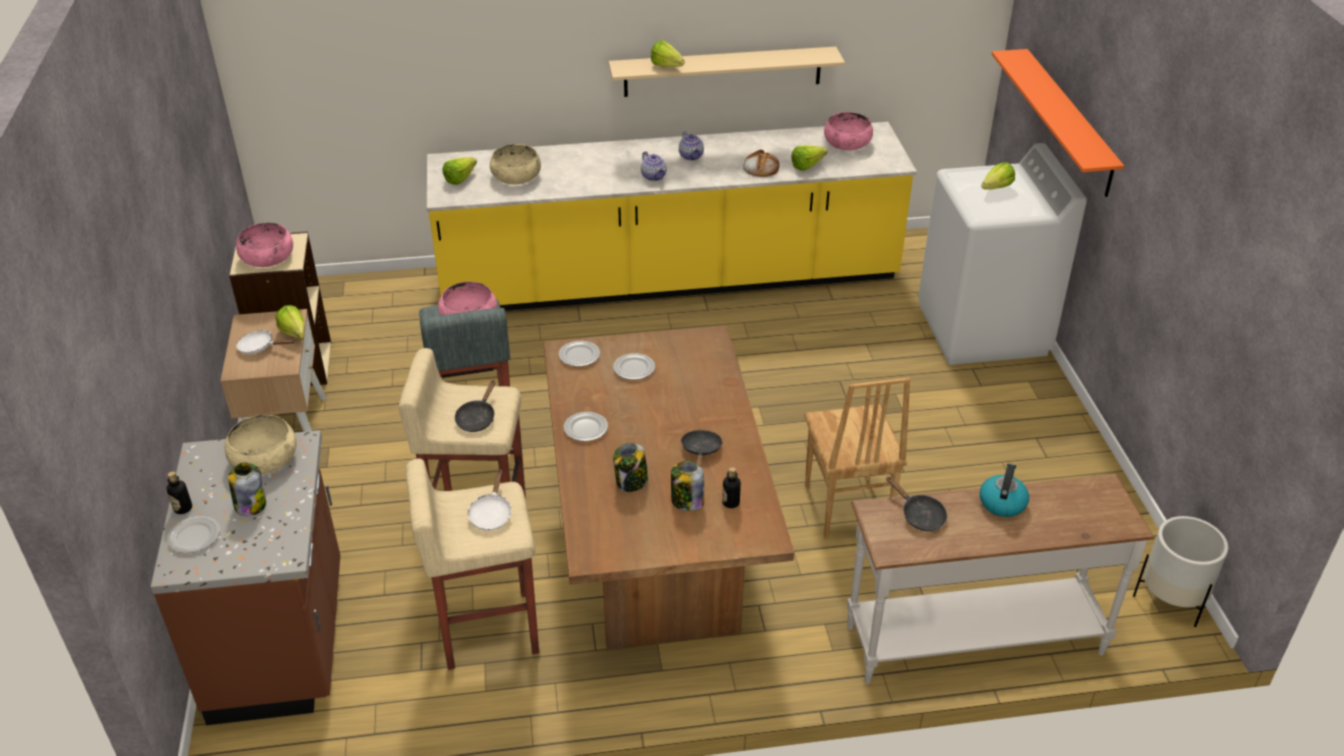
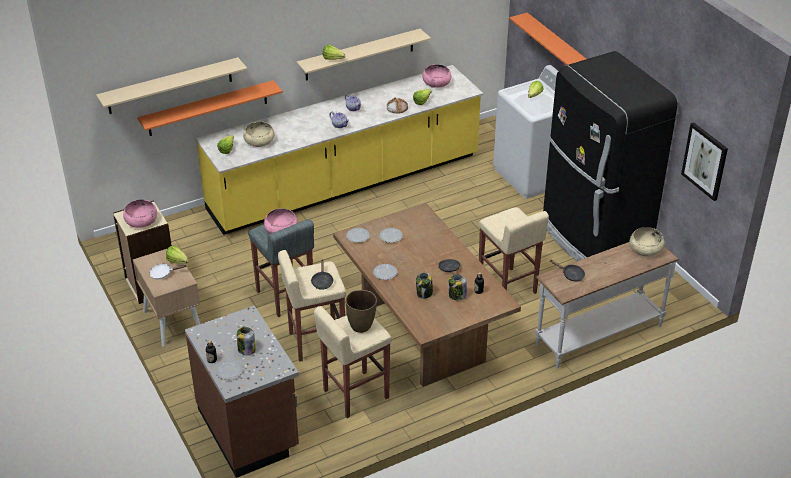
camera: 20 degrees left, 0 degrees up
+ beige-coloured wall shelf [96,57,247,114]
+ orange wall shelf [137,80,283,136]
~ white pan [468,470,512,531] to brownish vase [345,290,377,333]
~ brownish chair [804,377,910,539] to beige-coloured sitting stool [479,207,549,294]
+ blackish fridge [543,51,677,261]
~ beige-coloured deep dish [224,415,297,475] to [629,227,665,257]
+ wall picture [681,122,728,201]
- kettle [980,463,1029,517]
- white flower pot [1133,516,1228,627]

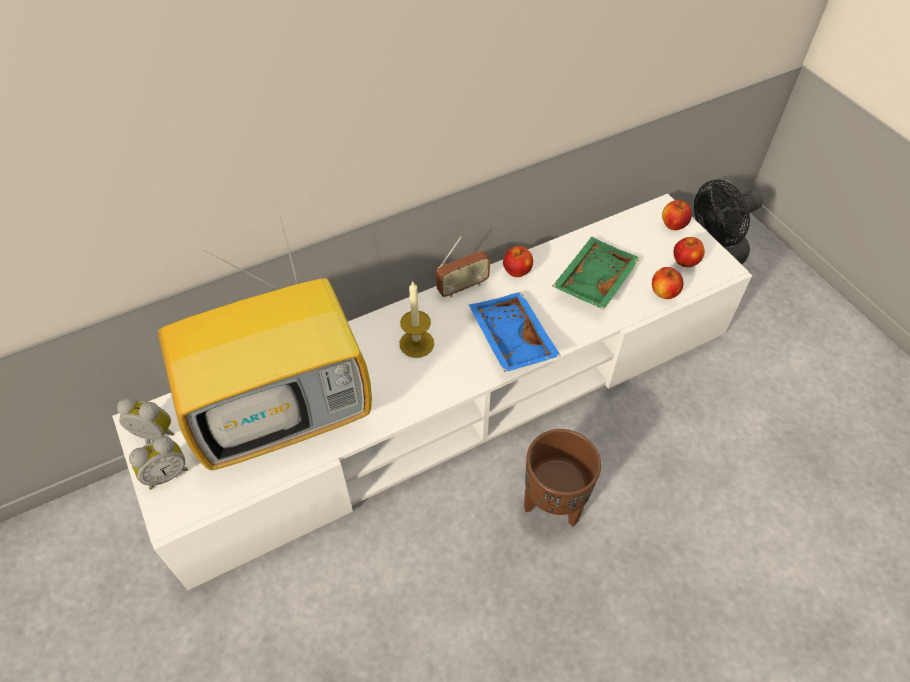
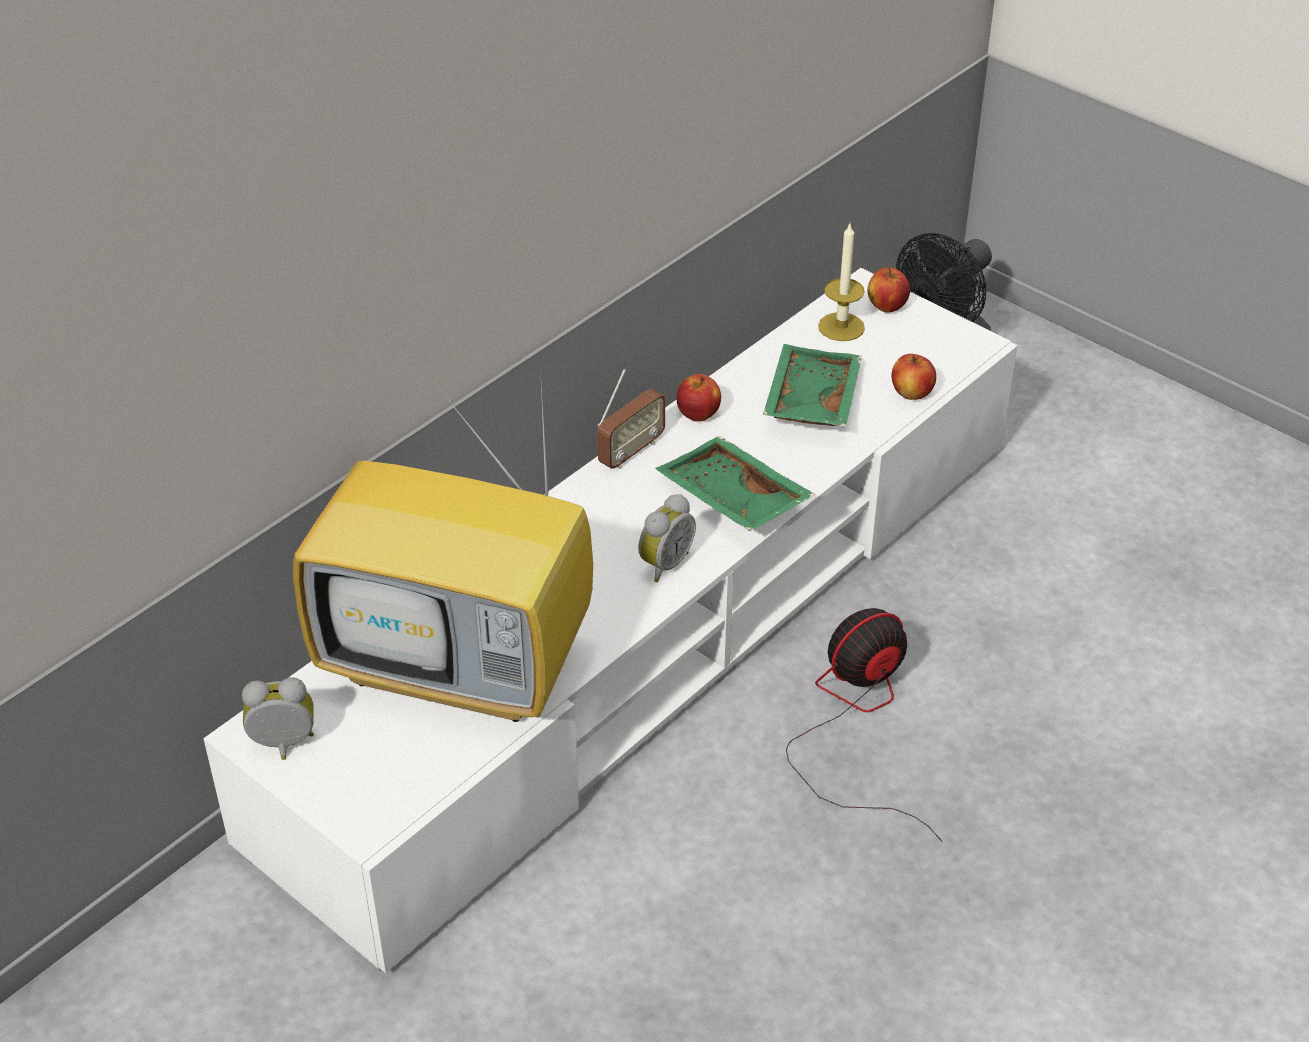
camera: 20 degrees left, 10 degrees down
~ TV [158,208,372,471] = [293,369,593,722] 60 degrees clockwise
~ bedside clock [129,436,188,490] to [638,494,696,582]
~ blue carrying tray [469,292,561,372] to greenish carrying tray [655,436,816,531]
~ brownish flower pot [524,429,601,527] to electric fan [786,608,943,842]
~ candle [400,282,434,358] to [818,224,865,341]
- whole apple [674,237,705,267]

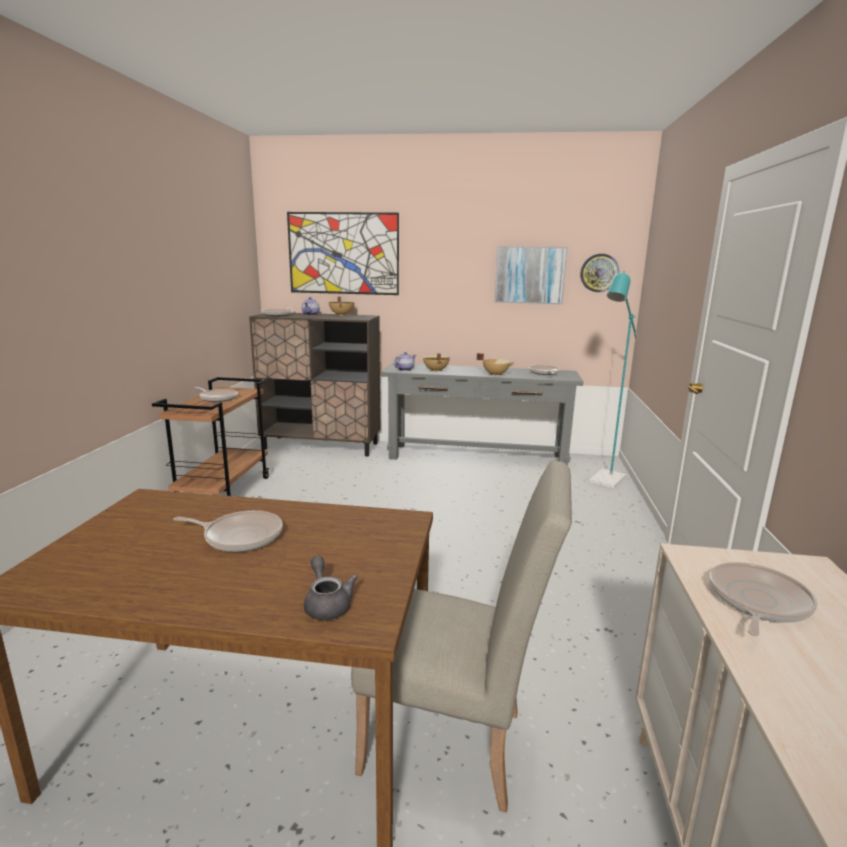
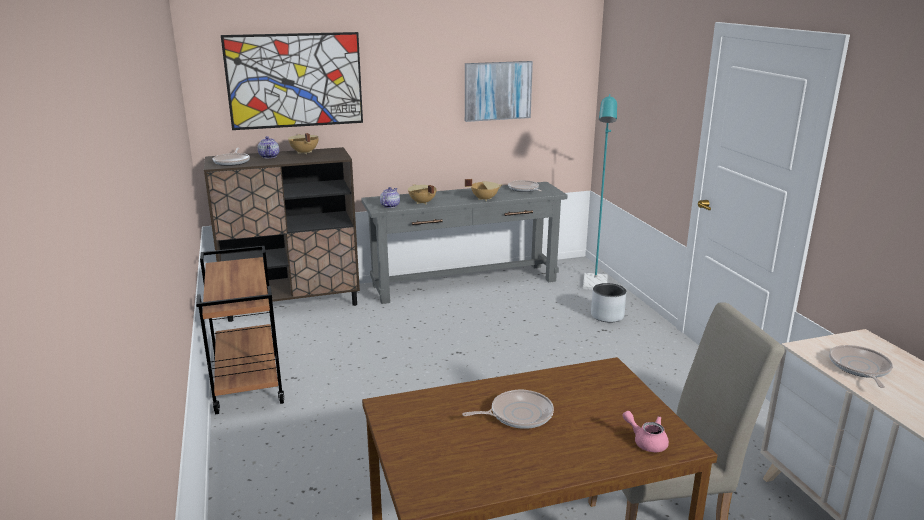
camera: 25 degrees left, 5 degrees up
+ grey flower pot [591,283,626,323]
~ grey tea pot [304,556,358,620] to pinkish tea pot [622,411,669,452]
- pan [194,387,238,402]
- clock on the wall [580,254,619,292]

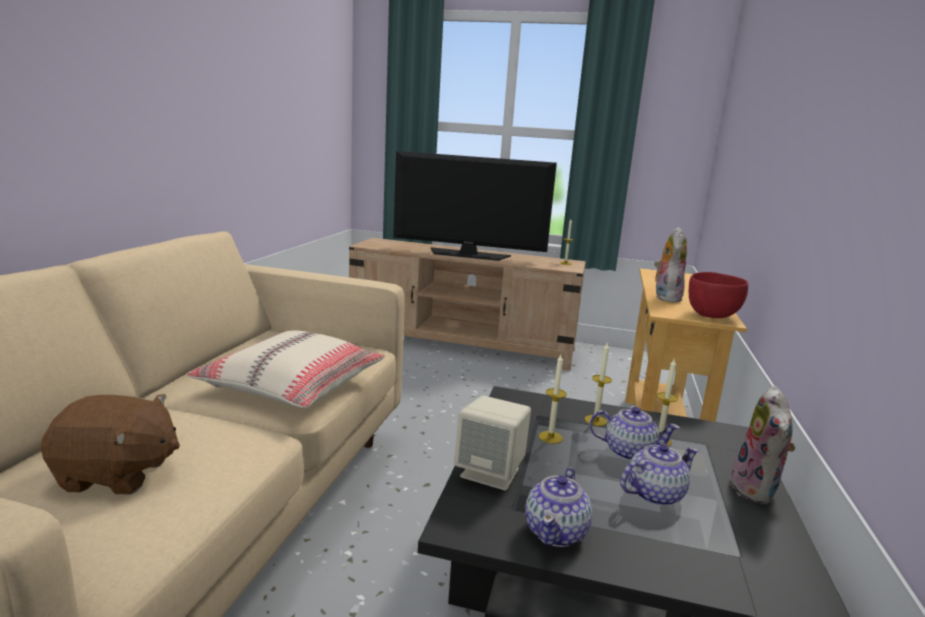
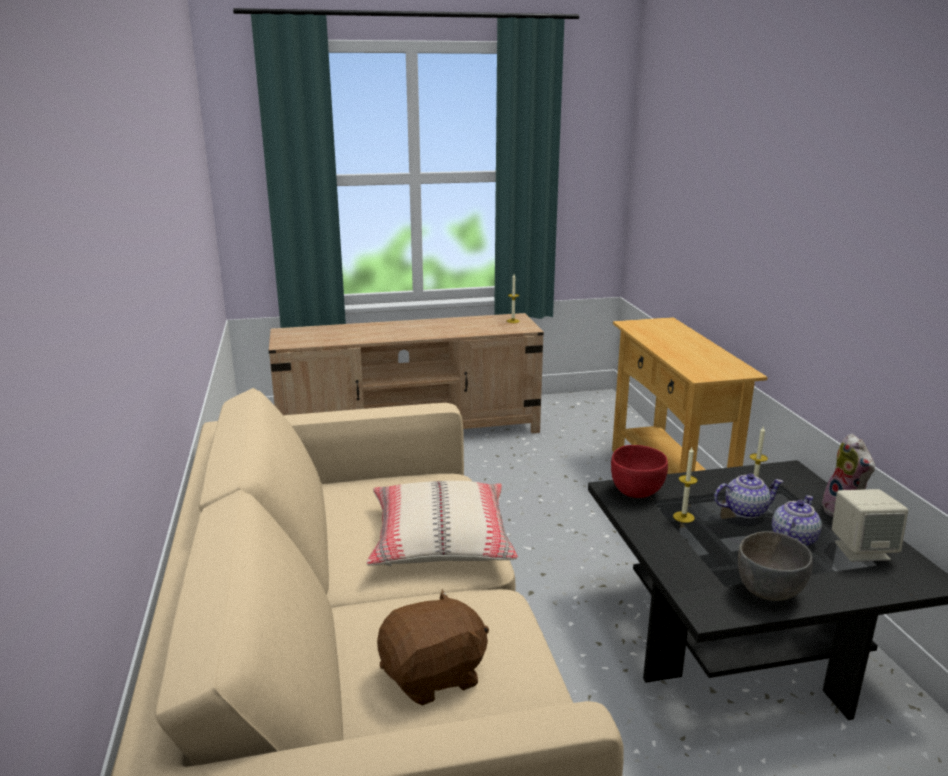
camera: 25 degrees left, 5 degrees up
~ red-coloured deep dish [689,272,748,318] to [611,445,668,498]
~ tea pot [525,467,593,547] to grey deep dish [738,531,813,601]
~ beige-coloured loudspeaker [454,396,531,491] to [832,489,908,562]
- TV [393,151,557,261]
- candle [585,343,612,426]
- soft toy [654,227,687,303]

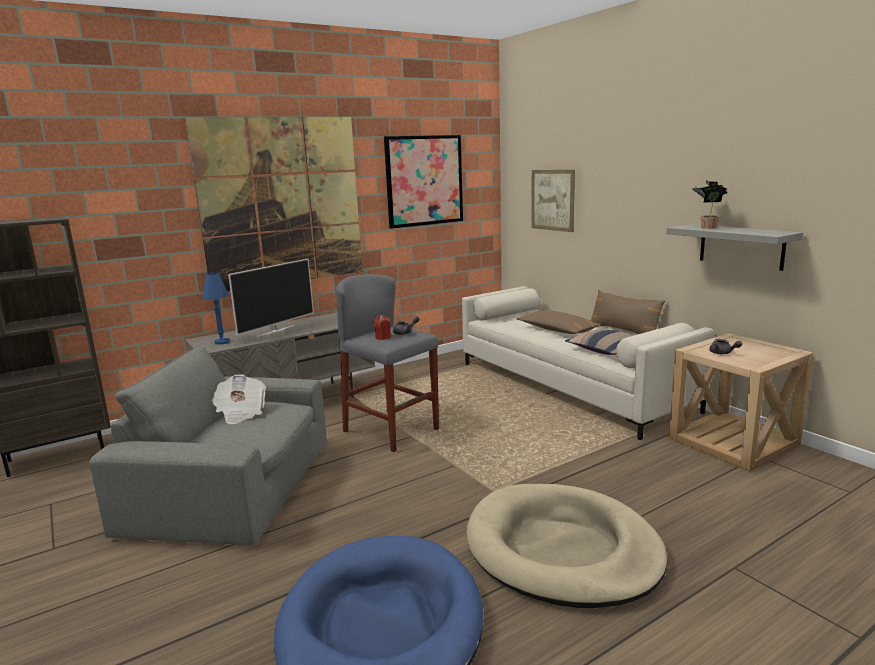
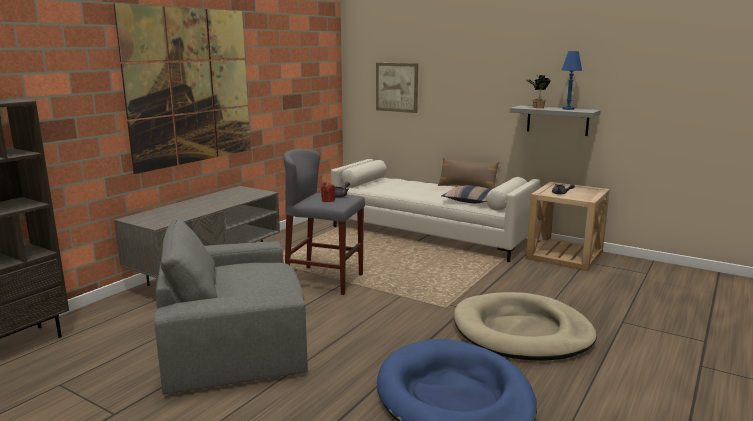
camera: 25 degrees left, 0 degrees up
~ blue tabletop lamp [202,272,230,345] to [562,51,582,110]
- printed paper [212,374,266,424]
- TV [228,259,314,337]
- wall picture [384,135,463,229]
- brownish cushion [517,310,601,334]

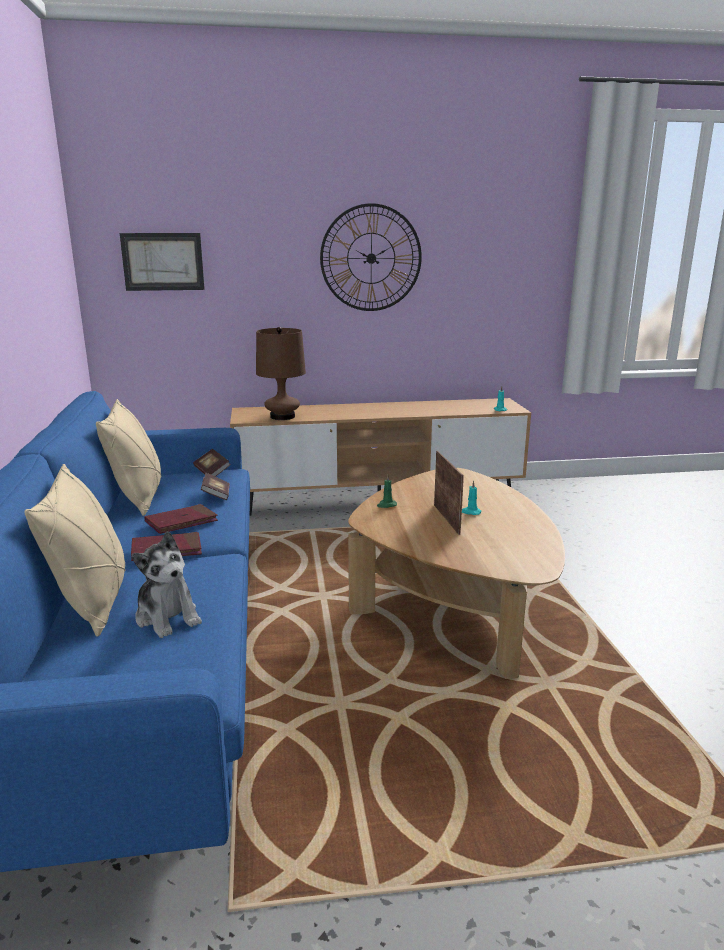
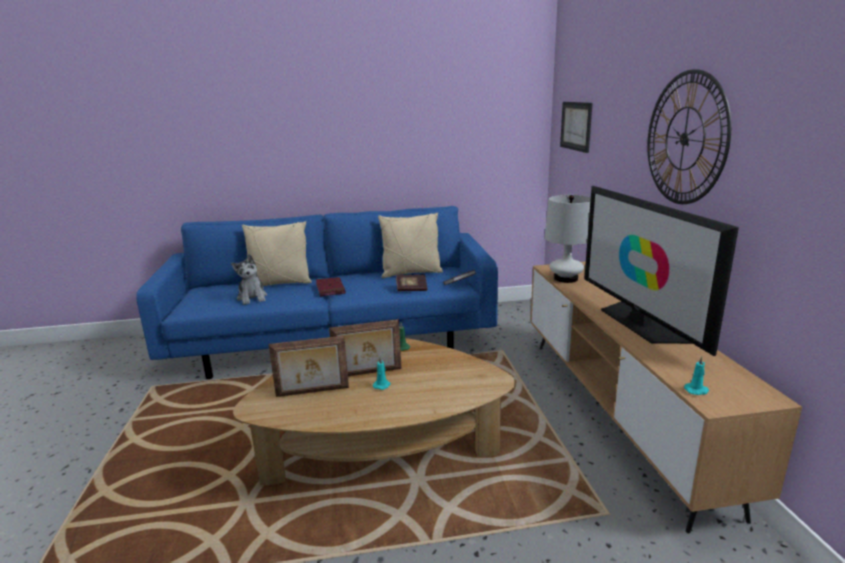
camera: 90 degrees right, 0 degrees up
~ soft toy [132,531,202,638] = [231,254,267,305] 75 degrees counterclockwise
+ photo frame [268,336,349,397]
~ brownish tabletop lamp [256,327,306,420] to white tabletop lamp [544,195,591,283]
+ TV [584,186,739,356]
- red-coloured volume [144,504,218,534]

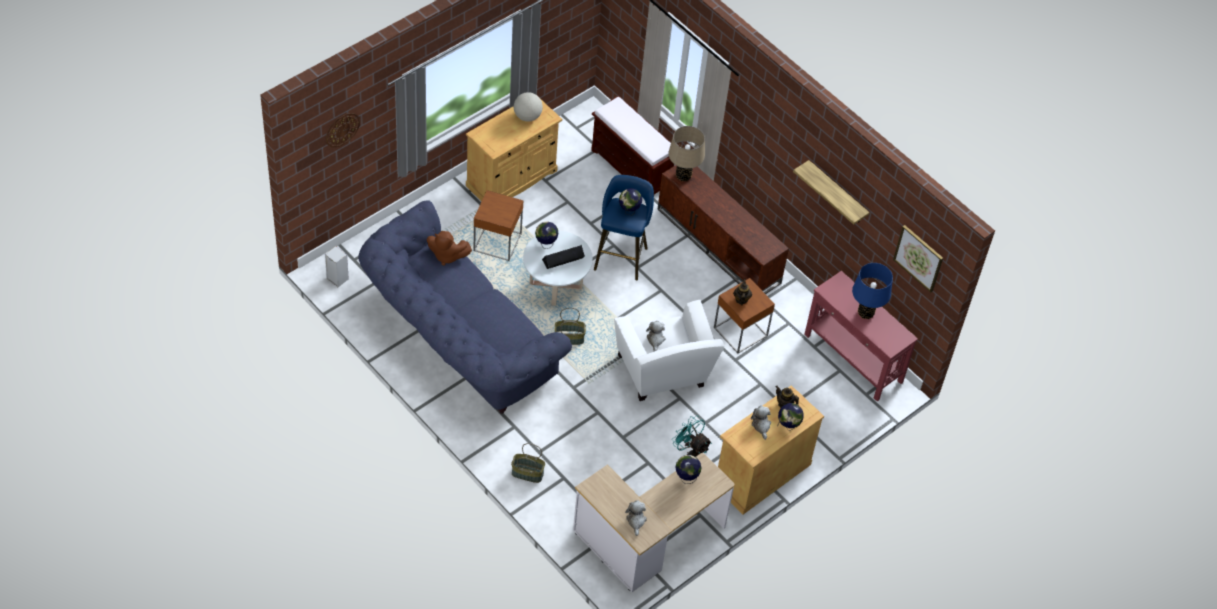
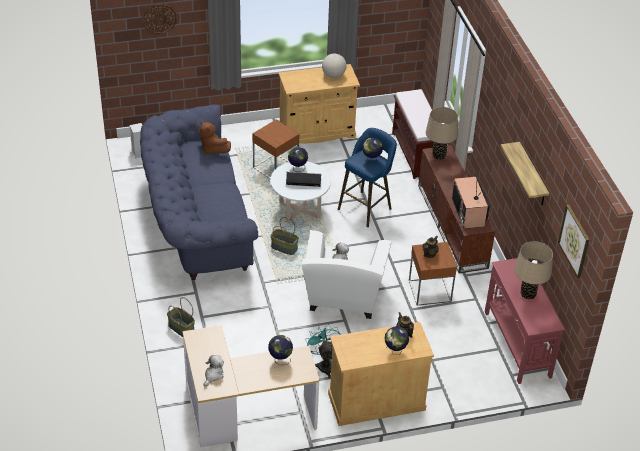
camera: 30 degrees right, 10 degrees down
+ TV [452,173,490,229]
~ blue tabletop lamp [852,263,893,319] to beige-coloured tabletop lamp [514,241,553,299]
- soft toy [751,406,771,440]

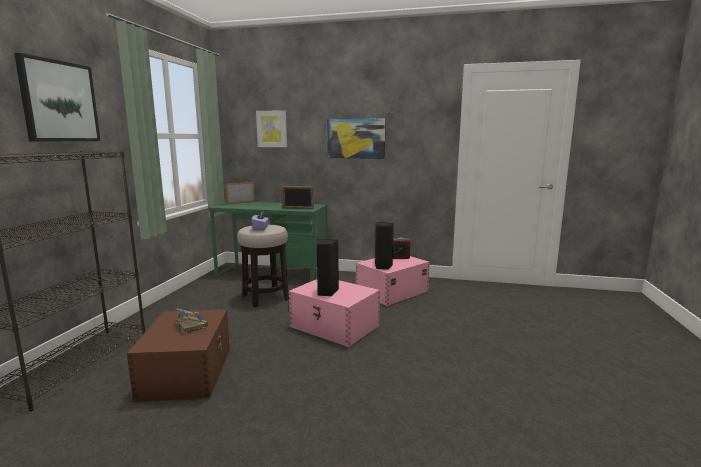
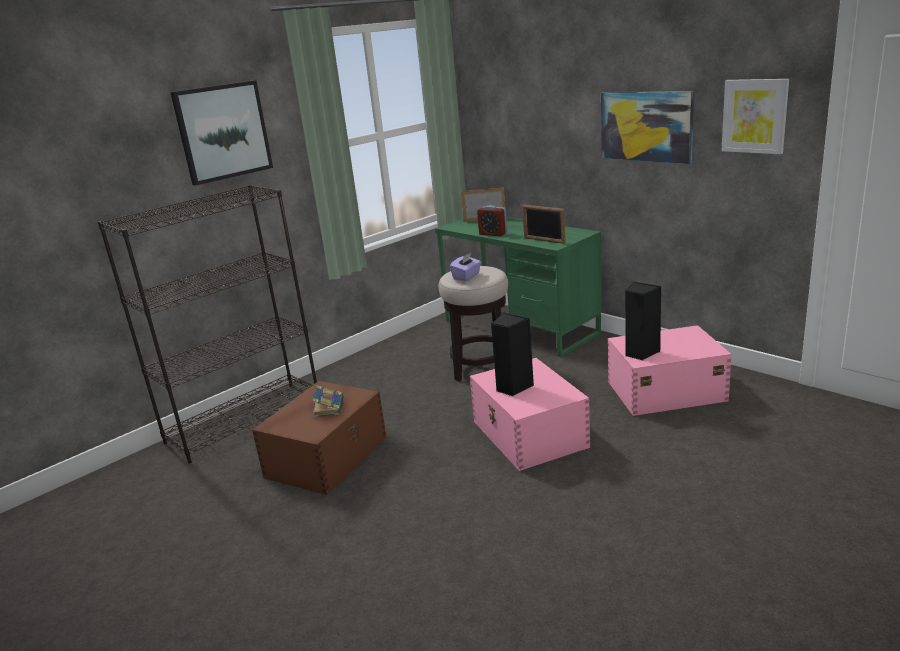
camera: 35 degrees right, 10 degrees up
~ bedside clock [393,238,410,259] to [477,205,507,236]
~ wall picture [256,110,287,147] to [722,79,789,154]

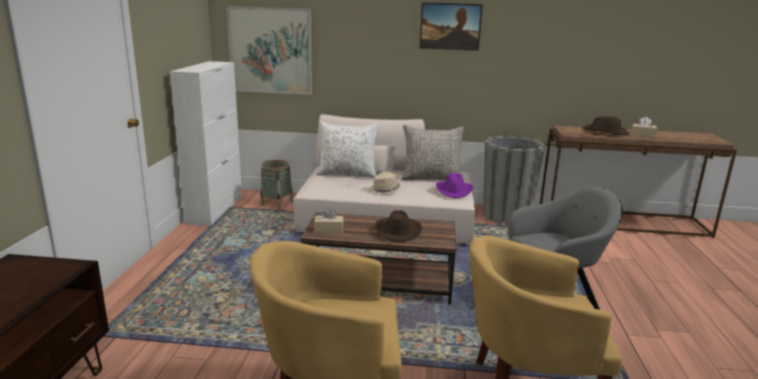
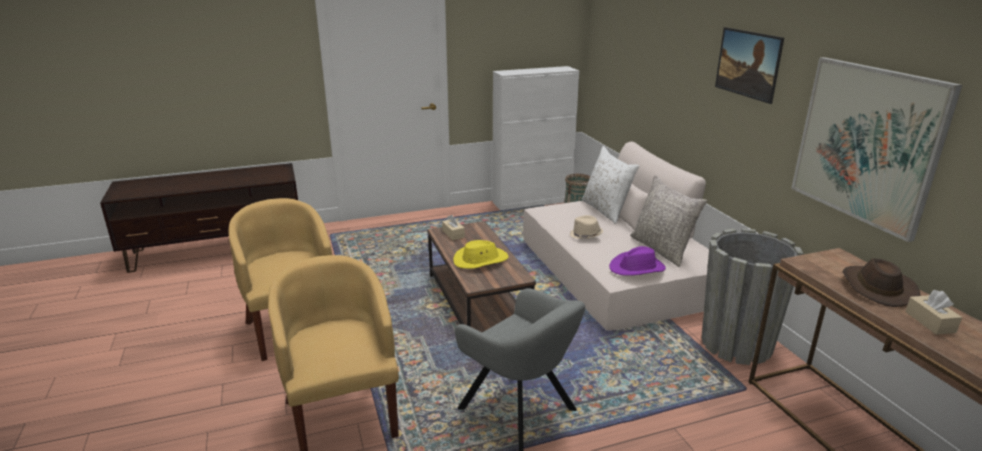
camera: 65 degrees right, 5 degrees up
~ brownish hat [375,210,422,242] to yellowish hat [453,240,509,269]
~ wall picture [227,6,312,95] to [791,57,962,242]

